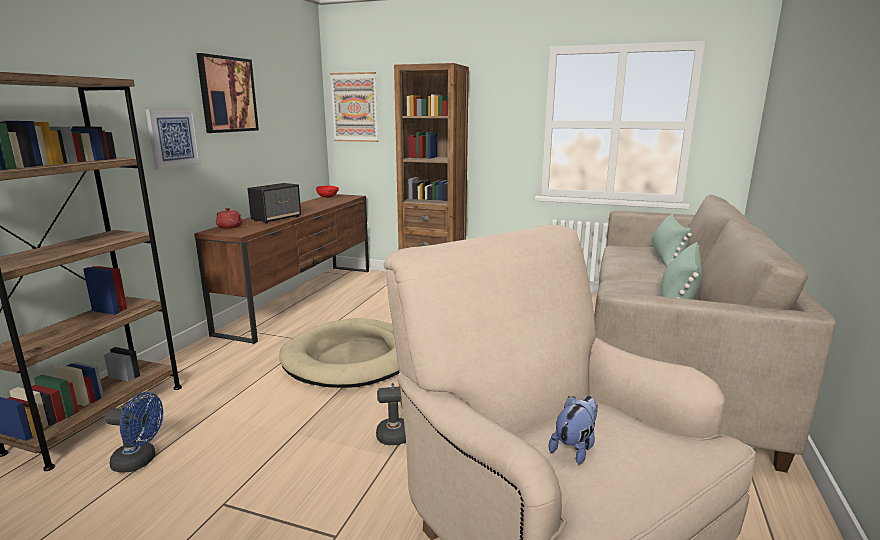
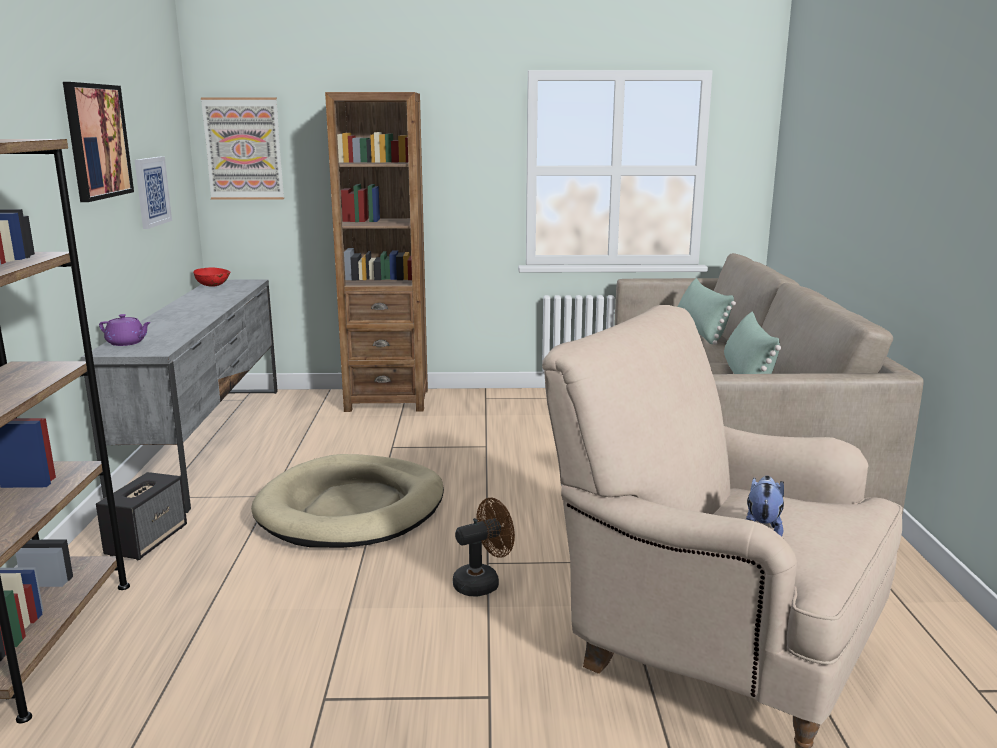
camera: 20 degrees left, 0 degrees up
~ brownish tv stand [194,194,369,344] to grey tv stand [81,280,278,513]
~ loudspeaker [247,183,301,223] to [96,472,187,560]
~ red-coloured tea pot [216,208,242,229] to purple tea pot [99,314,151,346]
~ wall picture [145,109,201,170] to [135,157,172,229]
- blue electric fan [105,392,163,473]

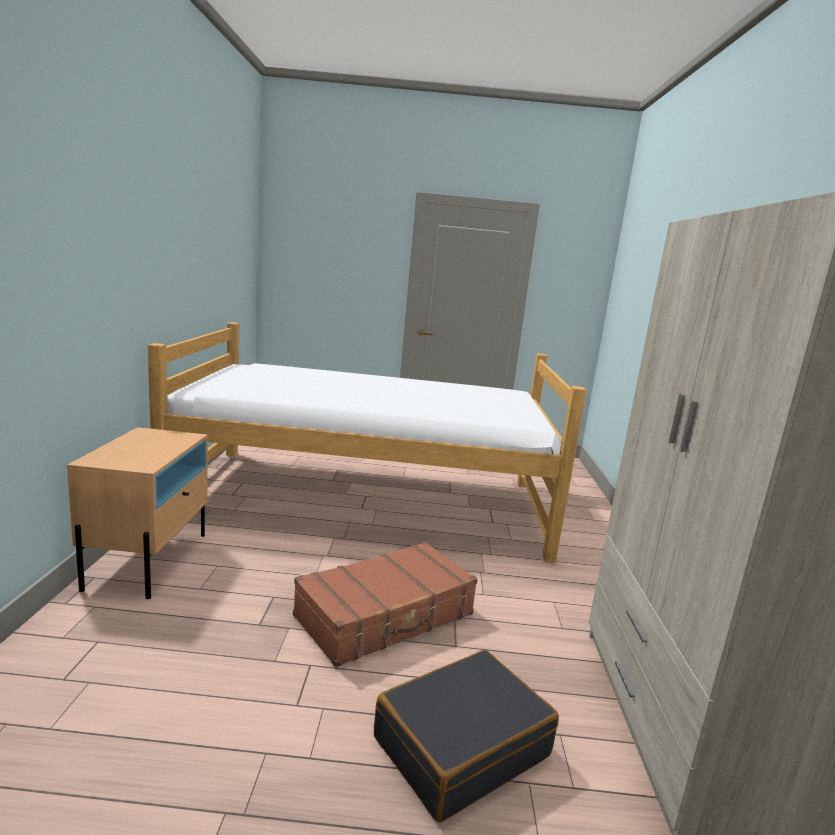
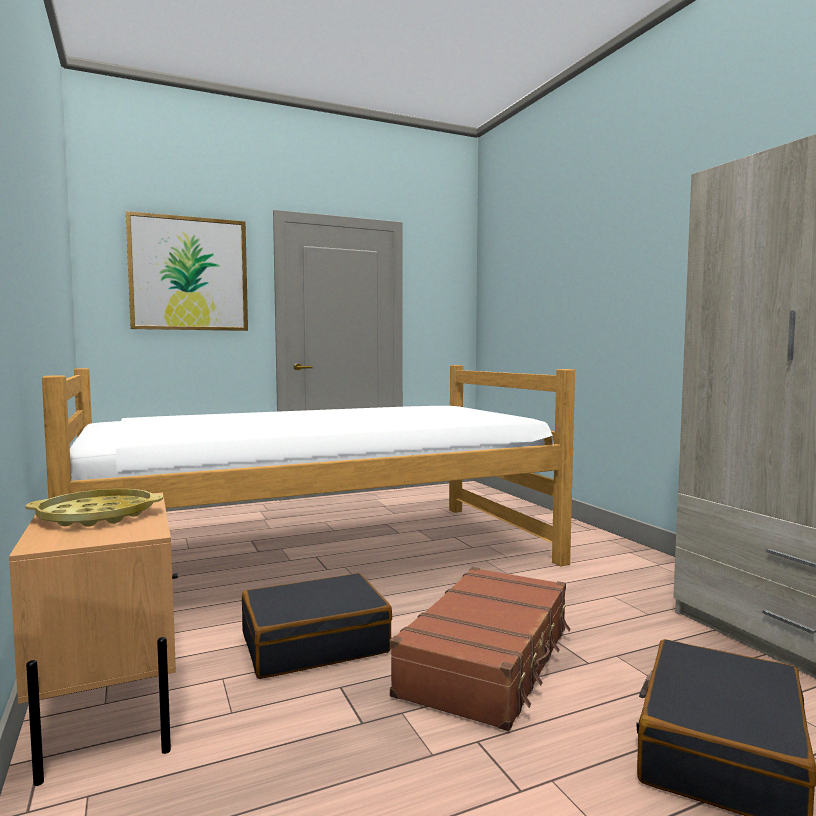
camera: 25 degrees left, 10 degrees down
+ yellowish carrying tray [25,489,163,527]
+ wall picture [126,211,248,331]
+ blackish travel case [242,573,392,679]

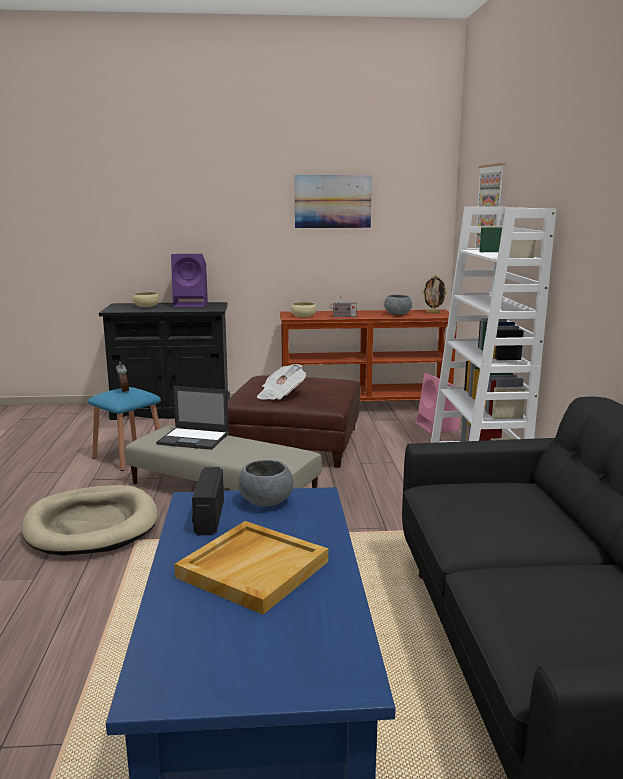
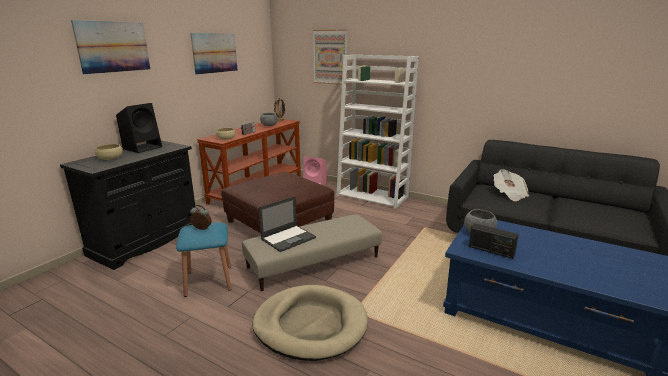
camera: 55 degrees left, 5 degrees up
+ wall picture [71,20,150,74]
~ purple loudspeaker [171,254,208,307] to blackish loudspeaker [116,103,162,153]
~ printed paper [257,364,306,400] to [493,170,529,201]
- beige-coloured carrying tray [174,521,328,614]

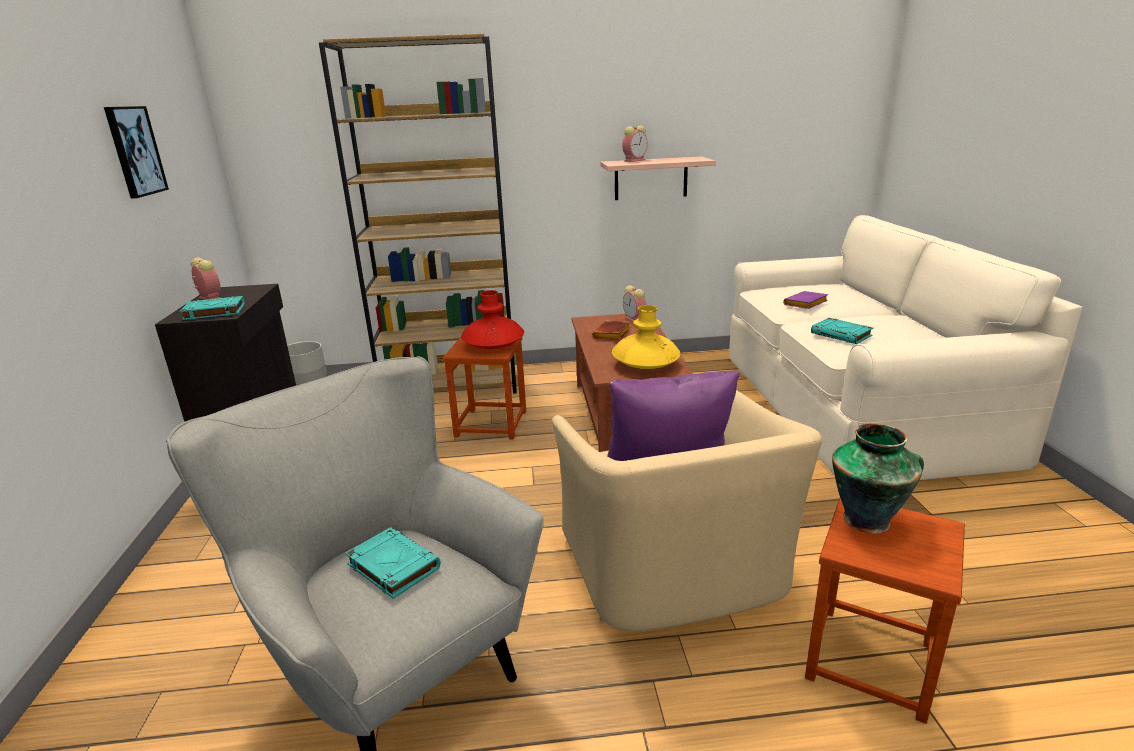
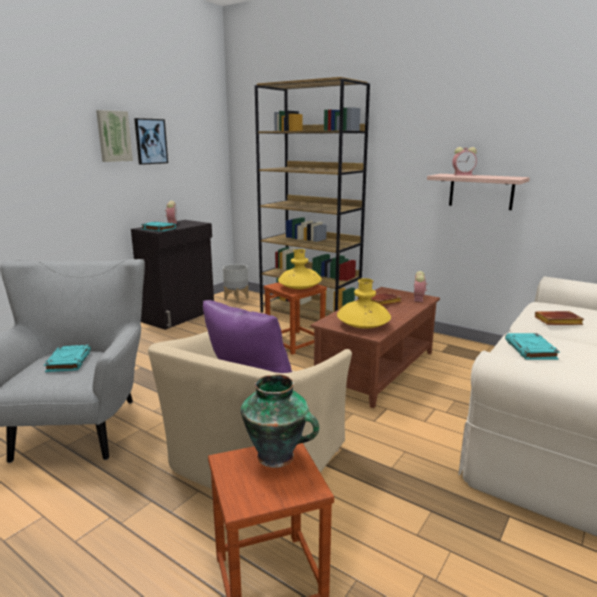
camera: 40 degrees right, 5 degrees down
+ wall picture [96,110,133,162]
~ red-coloured vase [461,290,524,349] to yellowish vase [278,249,322,289]
~ purple volume [783,291,828,309] to brownish volume [535,311,584,325]

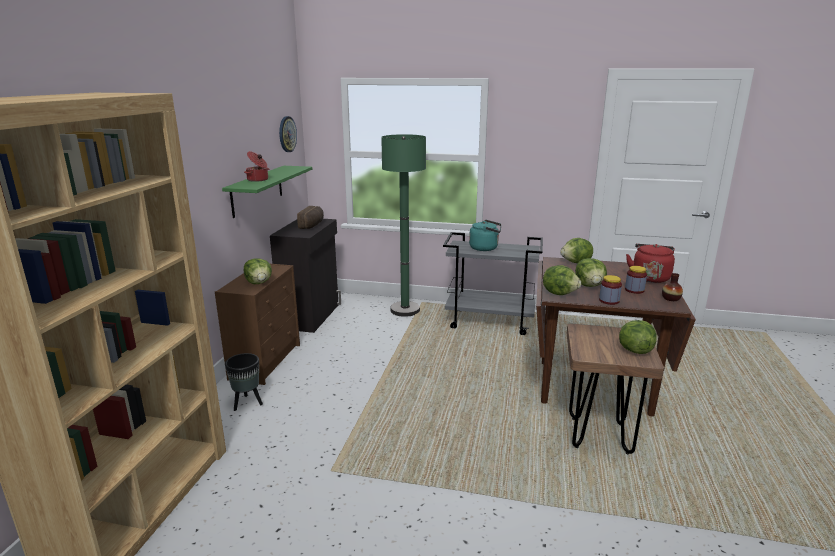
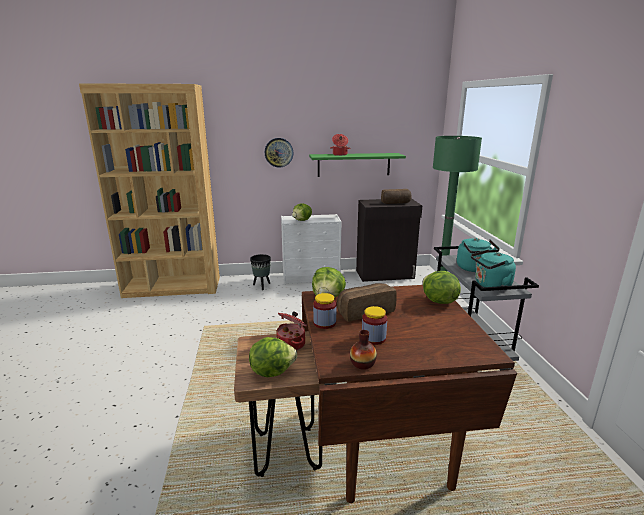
camera: 70 degrees right, 0 degrees up
~ clock on the wall [279,116,297,152] to [265,138,293,167]
+ saucepot [276,311,307,351]
~ brownish dresser [215,264,300,385] to white dresser [281,214,342,285]
~ lettuce [575,258,607,287] to baked bread [337,283,397,322]
+ turquoise-coloured kettle [471,249,516,287]
- red-coloured kettle [626,244,675,283]

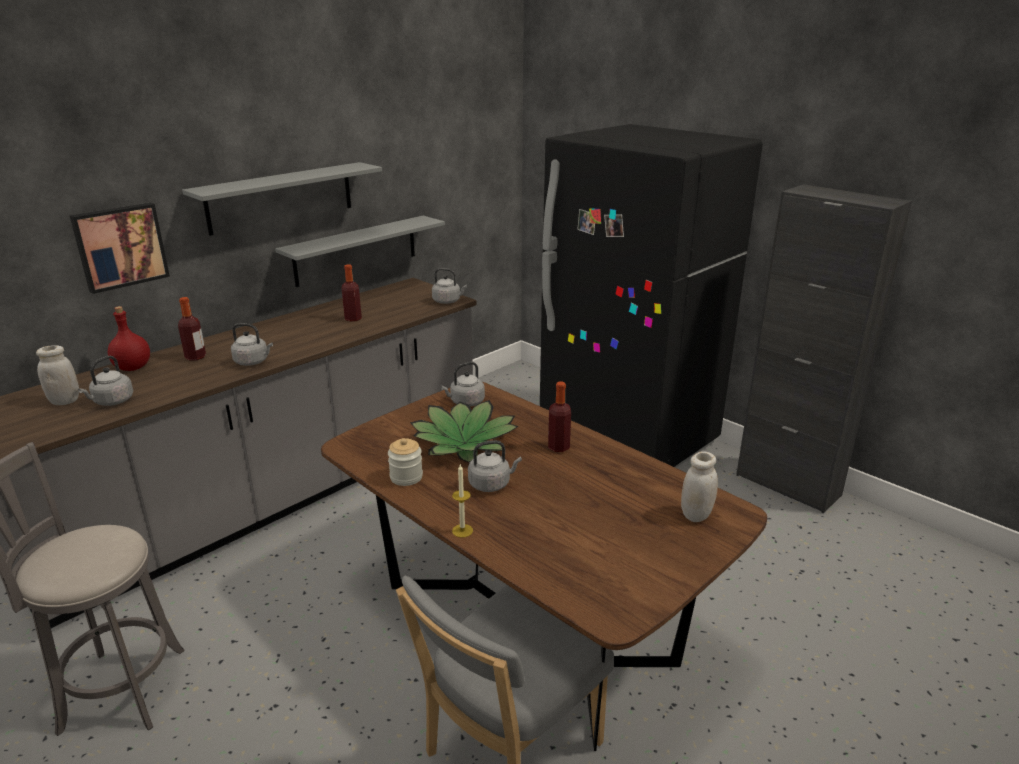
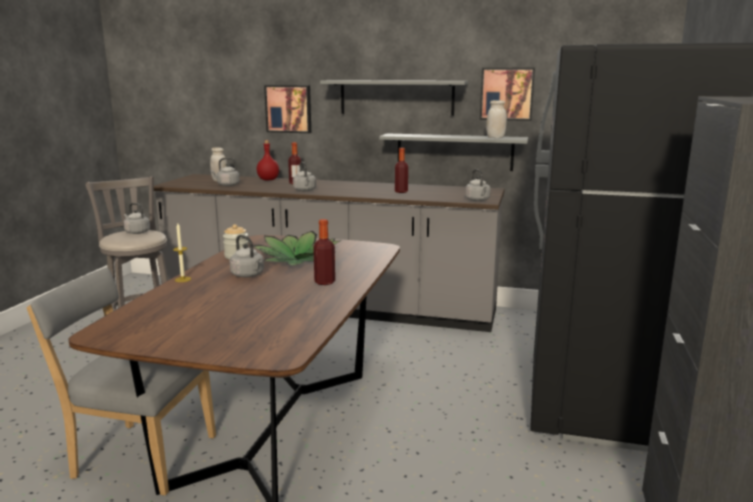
camera: 60 degrees right, 10 degrees down
~ grey kettle [441,362,485,407] to [124,203,150,234]
+ wall picture [480,68,535,121]
~ white storage jar [681,451,718,522] to [486,100,507,138]

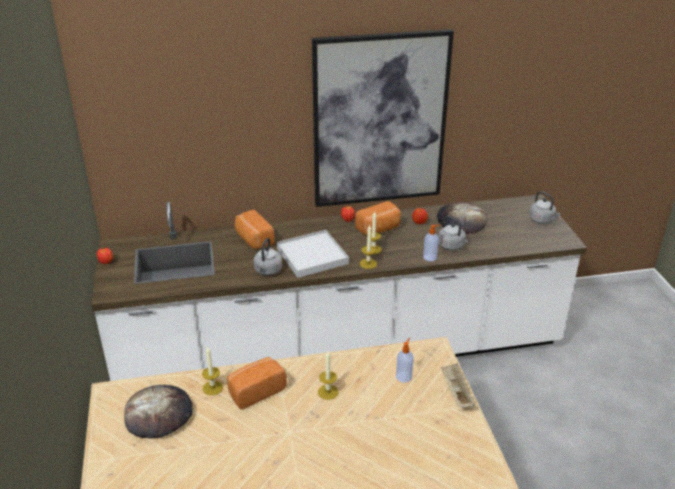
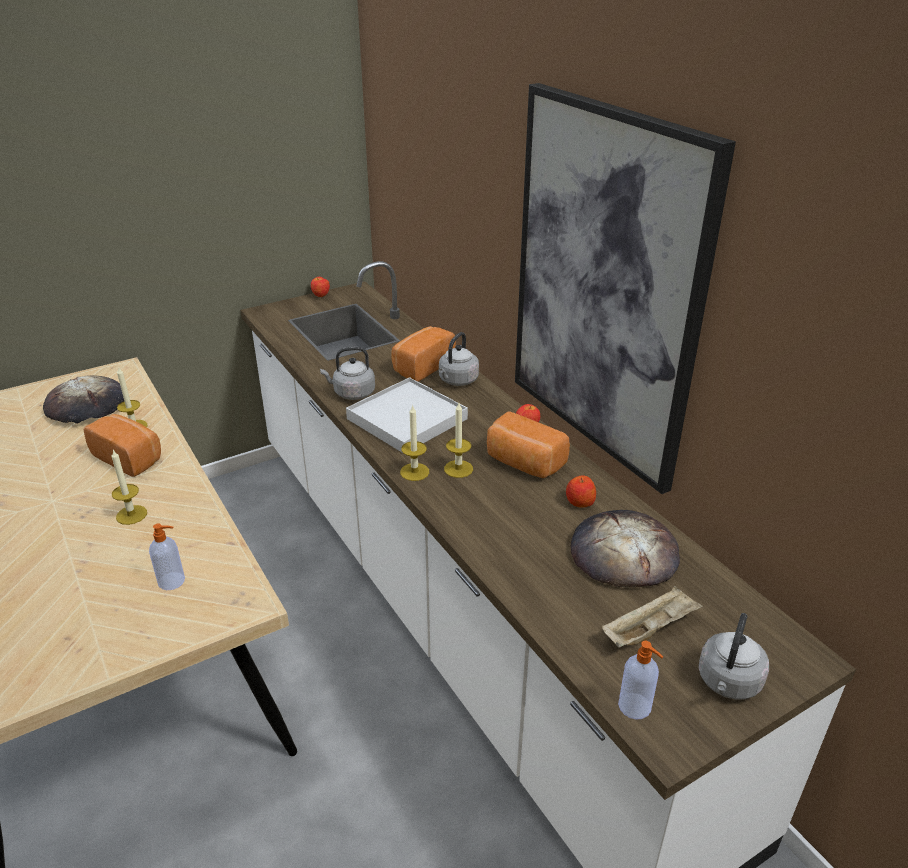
camera: 70 degrees right, 0 degrees up
~ grey kettle [438,216,468,250] to [438,332,479,386]
~ beige-coloured carrying tray [441,363,475,407] to [602,586,703,648]
~ liquid soap bottle [423,224,440,261] to [618,641,663,720]

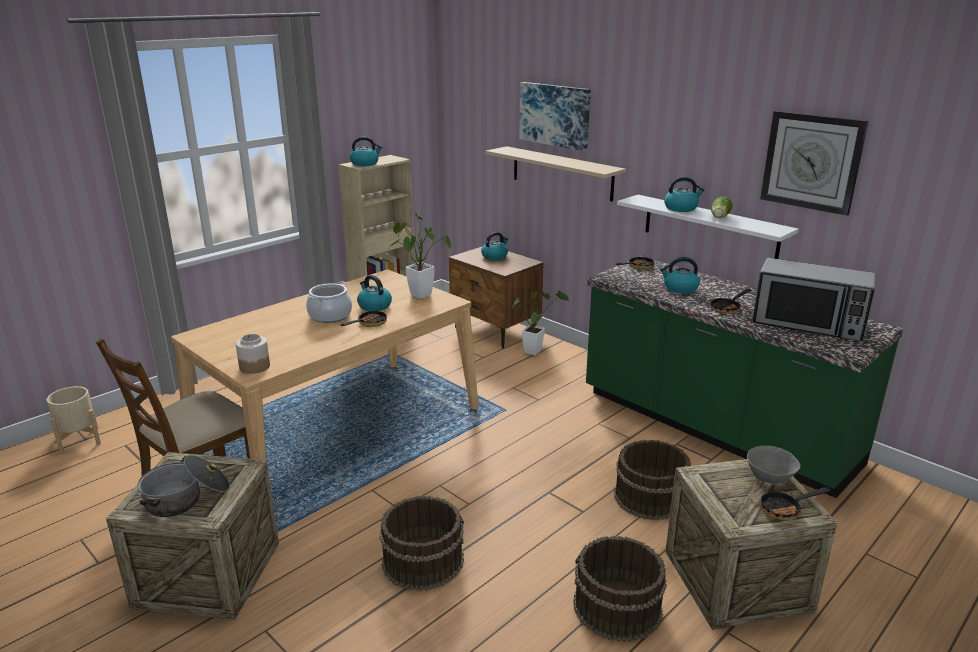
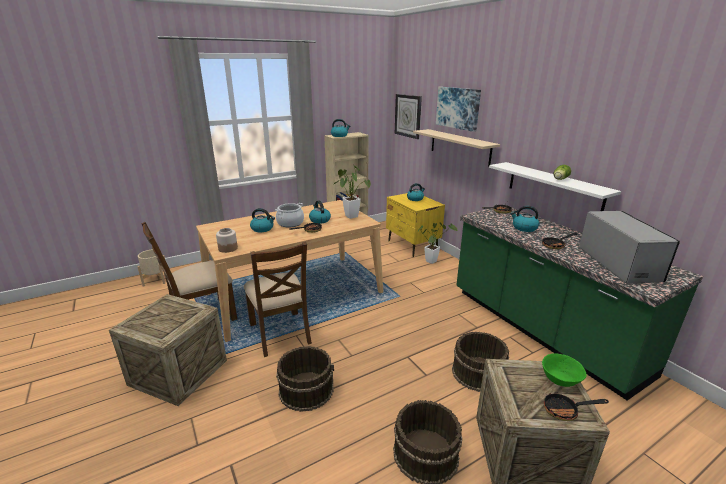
camera: 15 degrees right, 0 degrees up
+ brownish chair [244,242,312,357]
~ kettle [664,177,704,212] to [250,208,275,232]
~ brownish nightstand [449,246,543,348] to yellowish nightstand [386,193,445,257]
~ clock on the wall [760,111,868,216] to [395,94,422,139]
~ grey deep dish [747,446,801,484] to greenish deep dish [542,353,587,387]
~ microwave oven [752,258,877,342] = [579,211,680,283] 135 degrees counterclockwise
- saucepot [137,455,230,517]

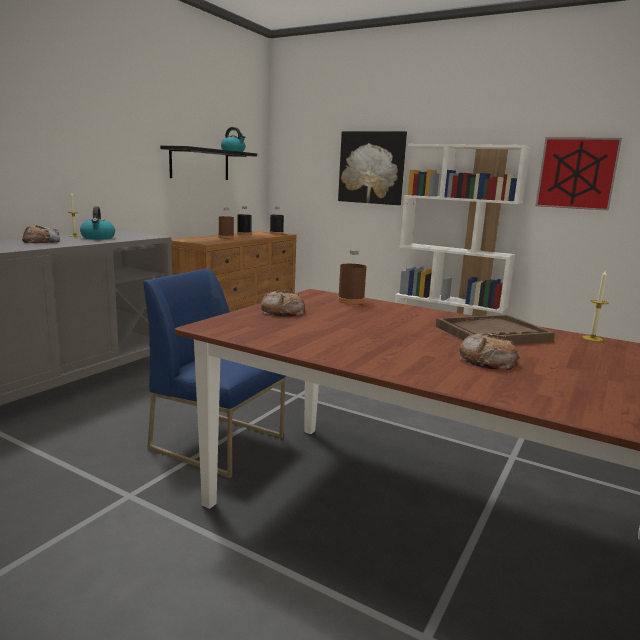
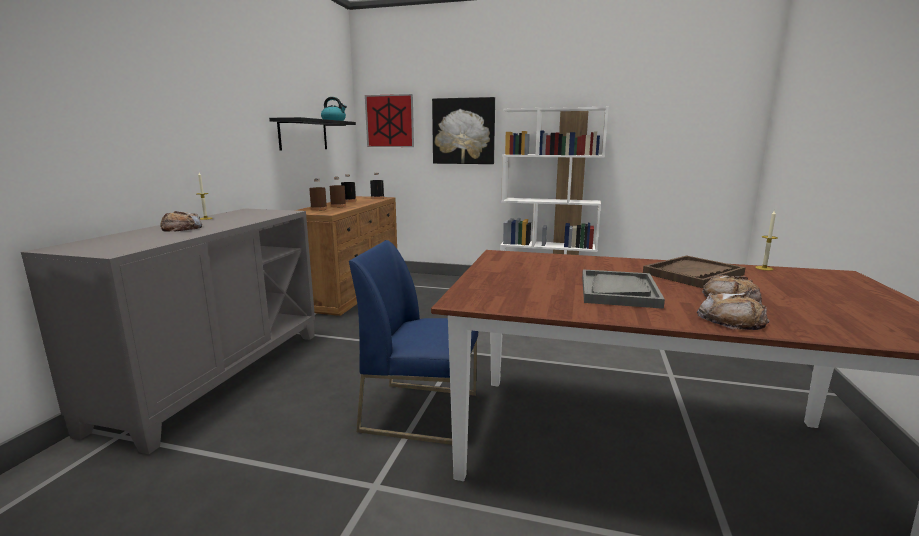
camera: 15 degrees left, 0 degrees up
~ brownish drink bottle [338,249,367,305] to [309,179,327,211]
~ wall picture [535,138,622,211] to [365,94,414,147]
+ grey carrying tray [582,269,665,309]
~ baked bread [260,290,305,317] to [697,293,769,330]
- kettle [80,206,115,240]

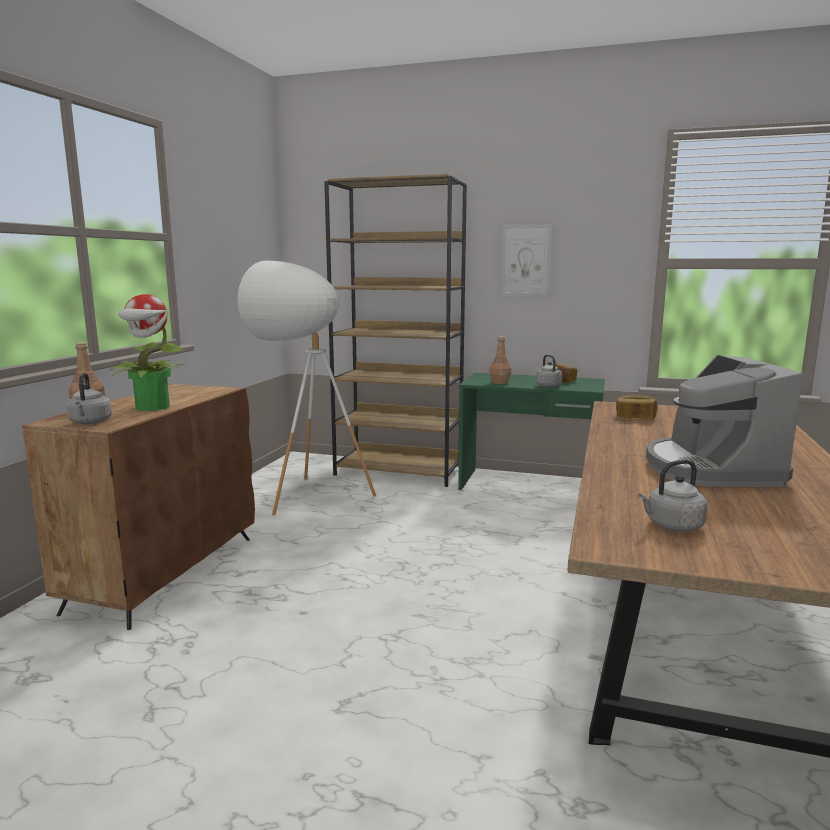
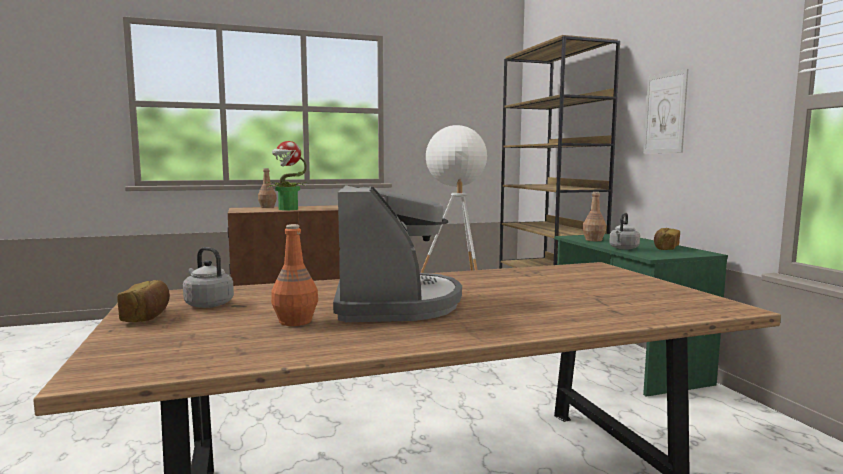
camera: 55 degrees right, 5 degrees down
~ baked bread [616,395,658,419] to [117,280,170,322]
+ orange drink bottle [271,224,318,326]
~ coffee machine [646,355,803,487] = [333,185,462,322] 120 degrees clockwise
- grey kettle [67,373,112,424]

